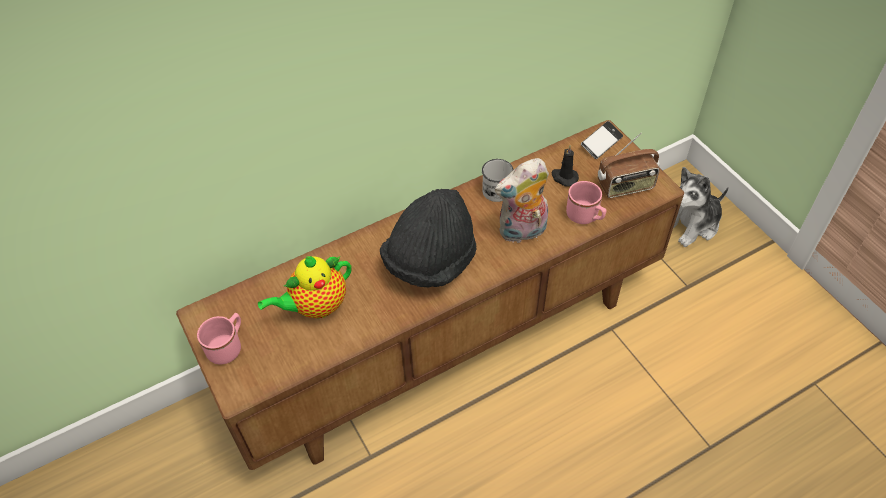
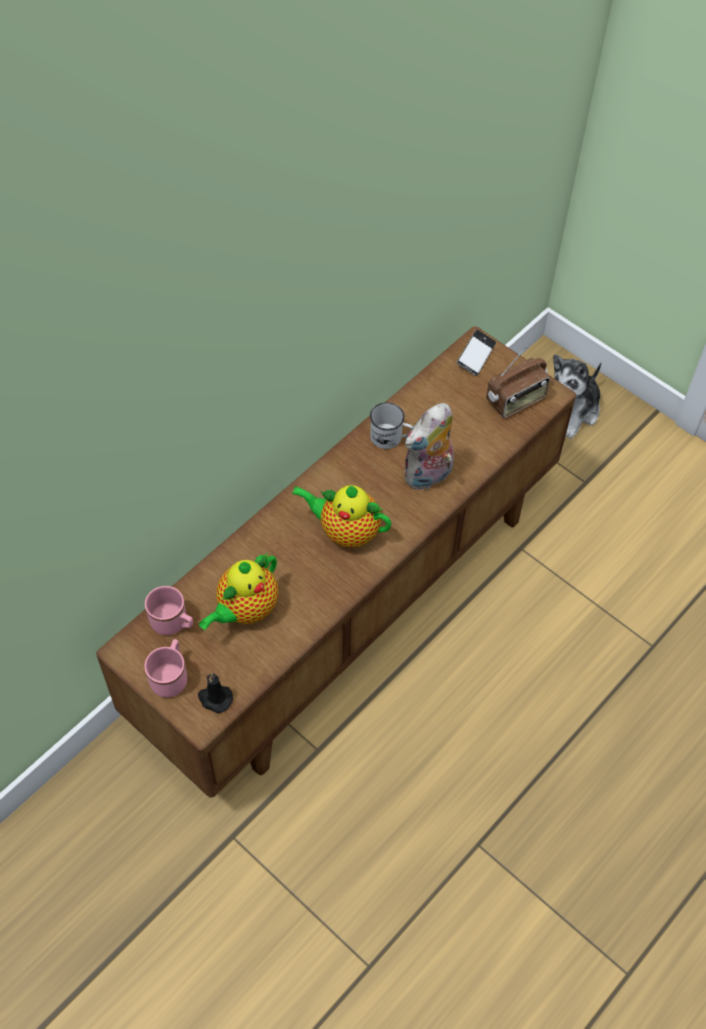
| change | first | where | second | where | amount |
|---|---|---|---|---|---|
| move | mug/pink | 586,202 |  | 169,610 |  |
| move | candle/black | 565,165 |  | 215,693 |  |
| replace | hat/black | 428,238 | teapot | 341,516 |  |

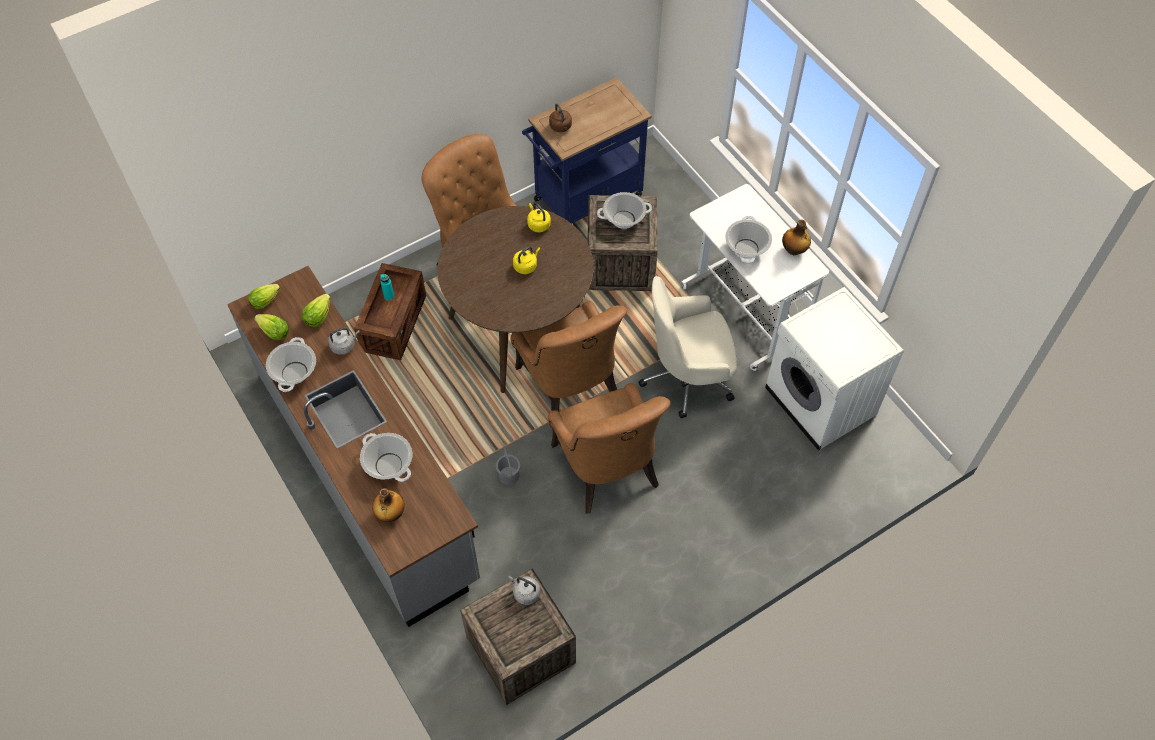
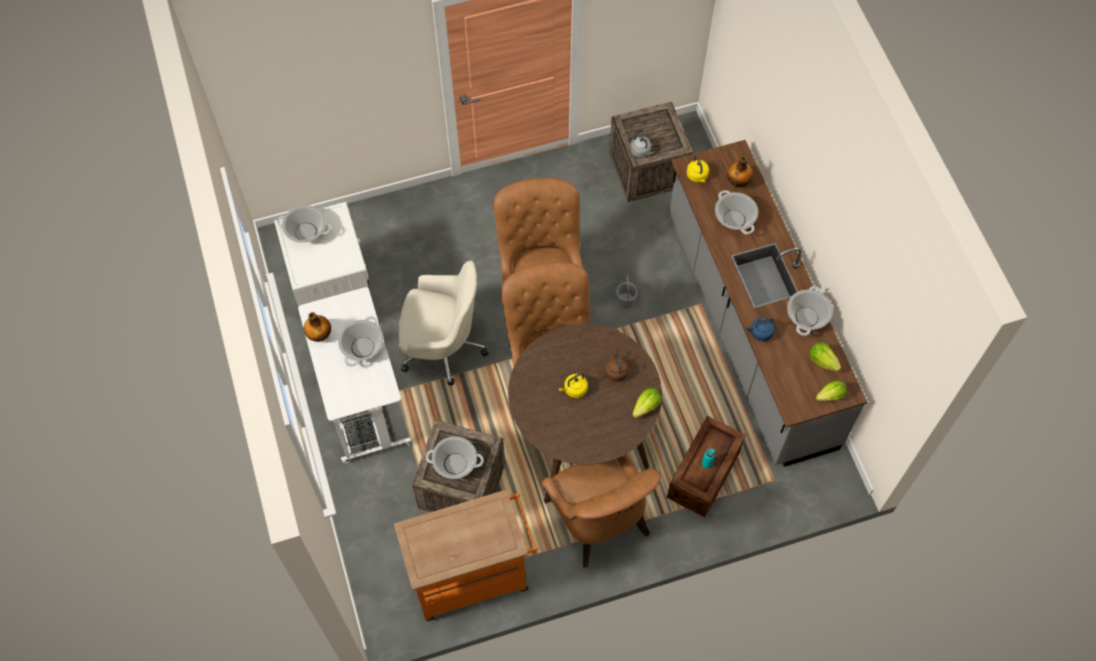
| change | first | where | second | where | amount |
|---|---|---|---|---|---|
| insert |  |  | cooking pot | 304,224 |  |
| recolor | cart/blue | 587,150 | cart/orange | 466,555 |  |
| move | kettle/brown | 560,117 |  | 616,366 |  |
| move | lettuce | 316,310 |  | 646,403 |  |
| move | kettle/yellow | 539,217 |  | 698,169 |  |
| recolor | kettle/grey | 344,341 | kettle/blue | 760,329 |  |

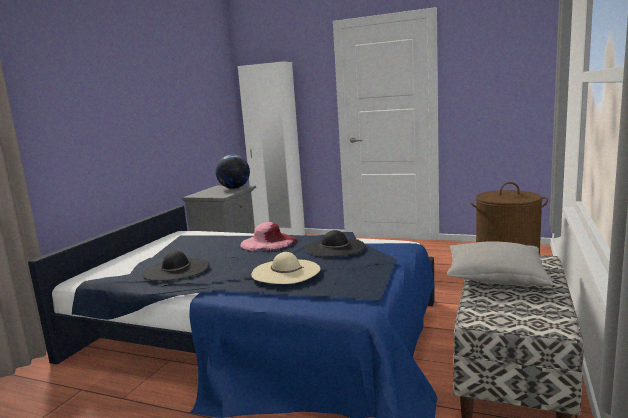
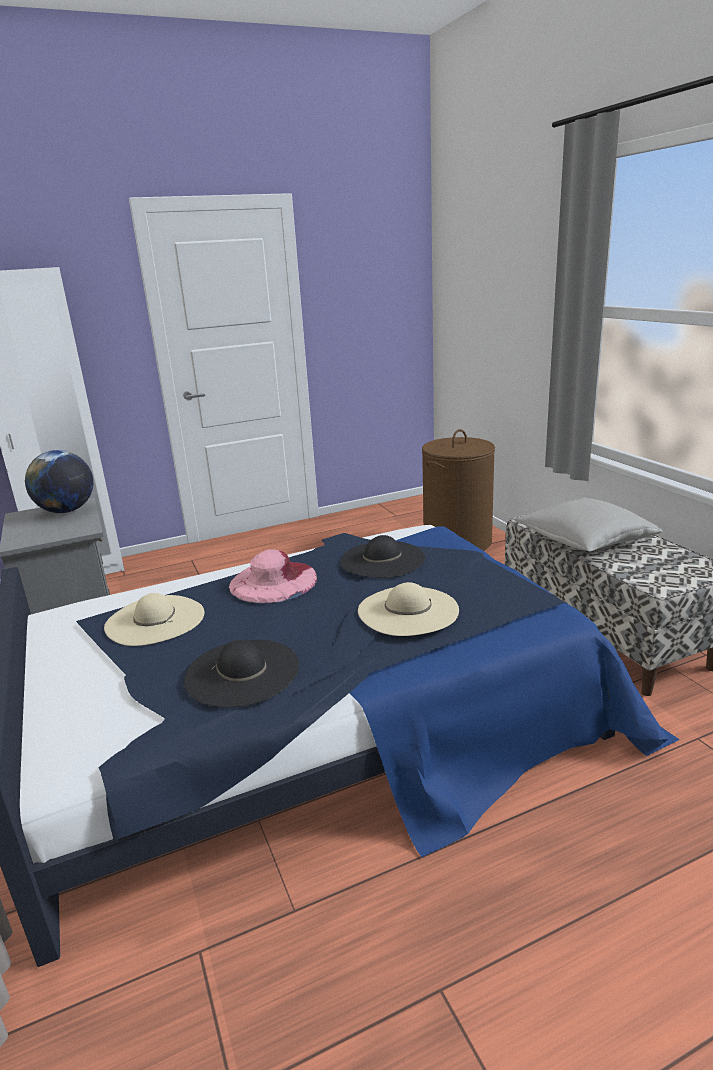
| change | first | where | second | where | amount |
|---|---|---|---|---|---|
| insert |  |  | hat/beige | 154,619 |  |

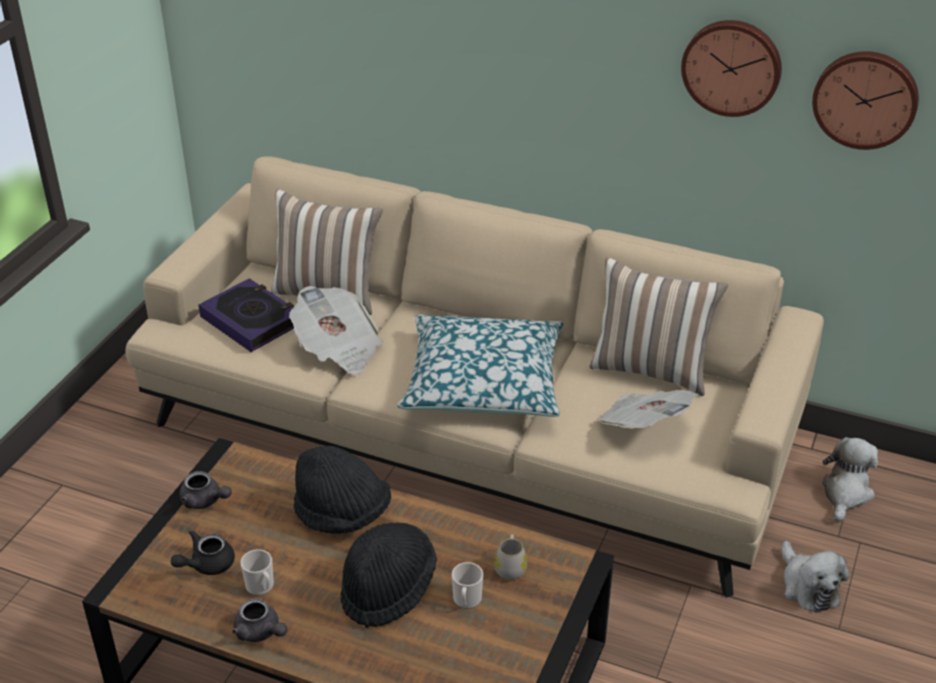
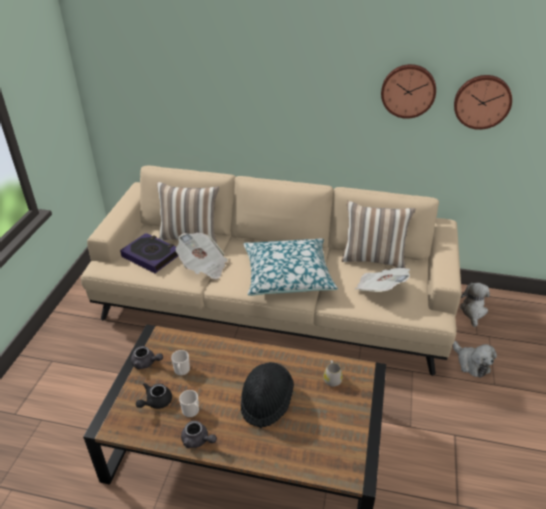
| change | first | where | second | where | amount |
|---|---|---|---|---|---|
| move | mug | 467,585 |  | 180,363 |  |
| delete | hat/black | 342,489 |  |  |  |

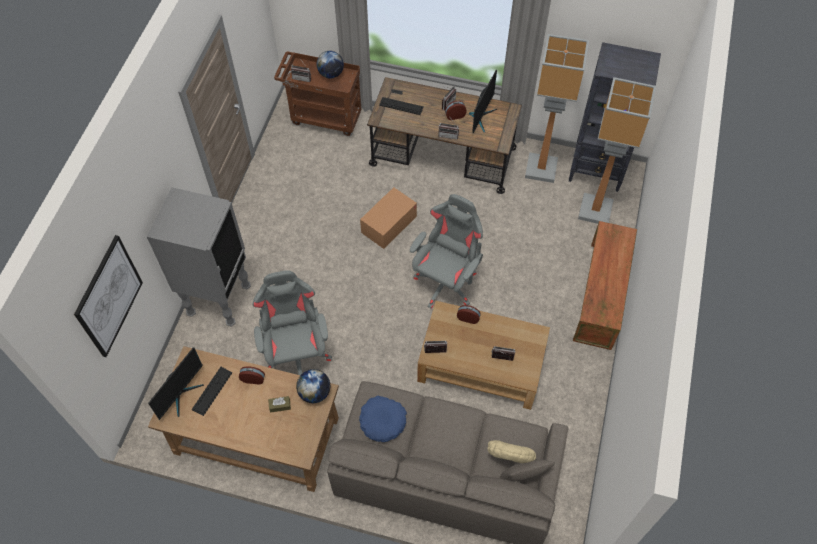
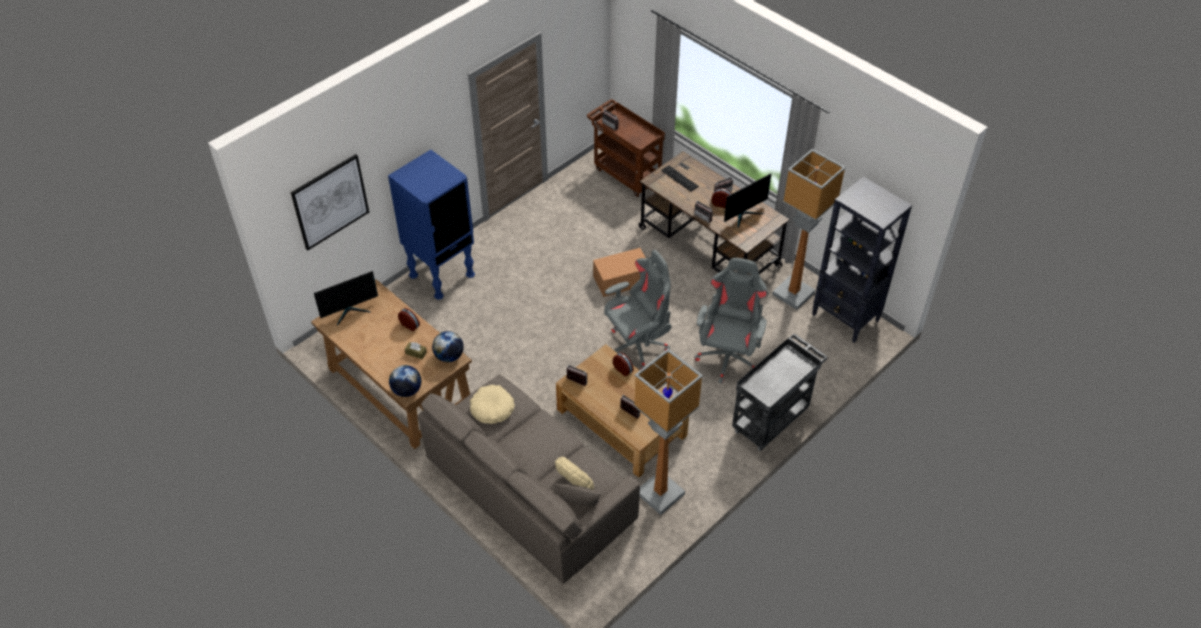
| change | first | where | second | where | amount |
|---|---|---|---|---|---|
| recolor | cabinet/grey | 199,257 | cabinet/blue | 431,225 |  |
| move | globe | 330,64 |  | 405,381 |  |
| recolor | pillow/blue | 383,419 | pillow/beige | 492,404 |  |
| move | floor lamp | 617,150 |  | 668,432 |  |
| move | office chair/grey | 292,322 |  | 731,321 |  |
| replace | bench/brown | 605,285 | cart/black | 779,392 |  |
| delete | keyboard | 212,391 |  |  |  |

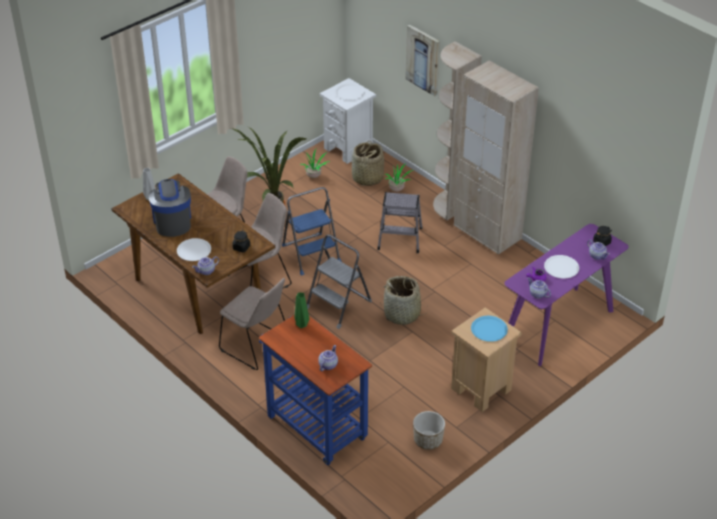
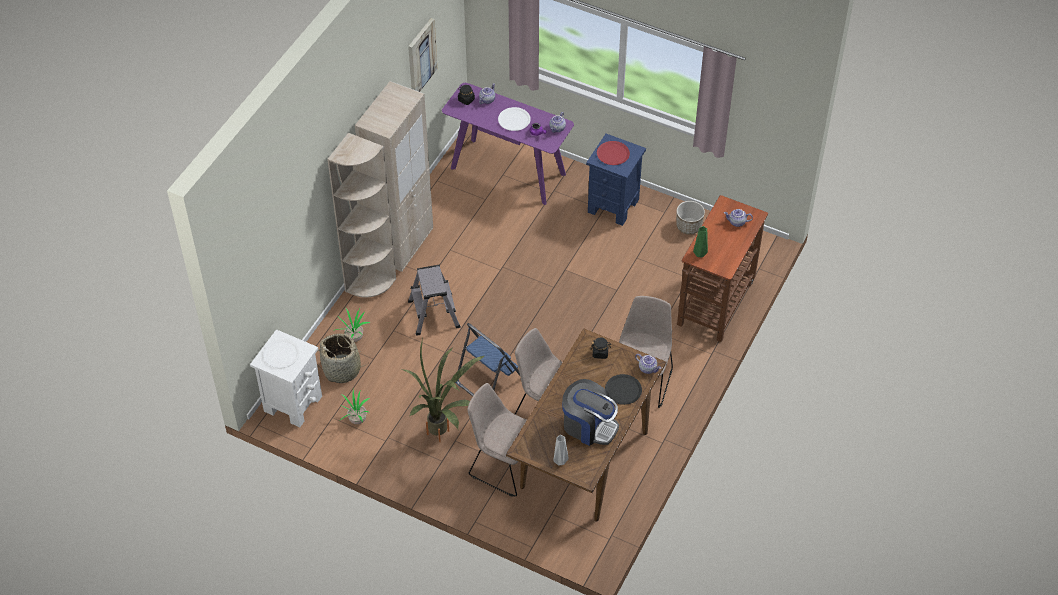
| change | first | where | second | where | amount |
|---|---|---|---|---|---|
| move | picture | 422,60 |  | 422,55 |  |
| rotate | coffee machine | 170,208 |  | 590,412 | 120 degrees counterclockwise |
| recolor | nightstand/beige | 486,359 | nightstand/blue | 616,180 |  |
| recolor | plate/blue | 489,329 | plate/red | 613,153 |  |
| recolor | plate/white | 194,249 | plate/black | 623,389 |  |
| recolor | cart/blue | 315,390 | cart/brown | 722,268 |  |
| delete | step ladder/grey | 339,281 |  |  |  |
| delete | basket | 404,300 |  |  |  |

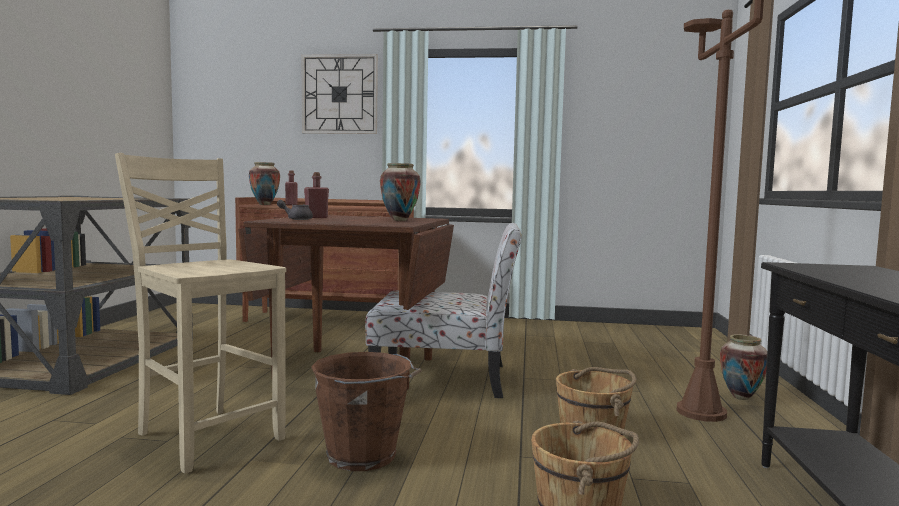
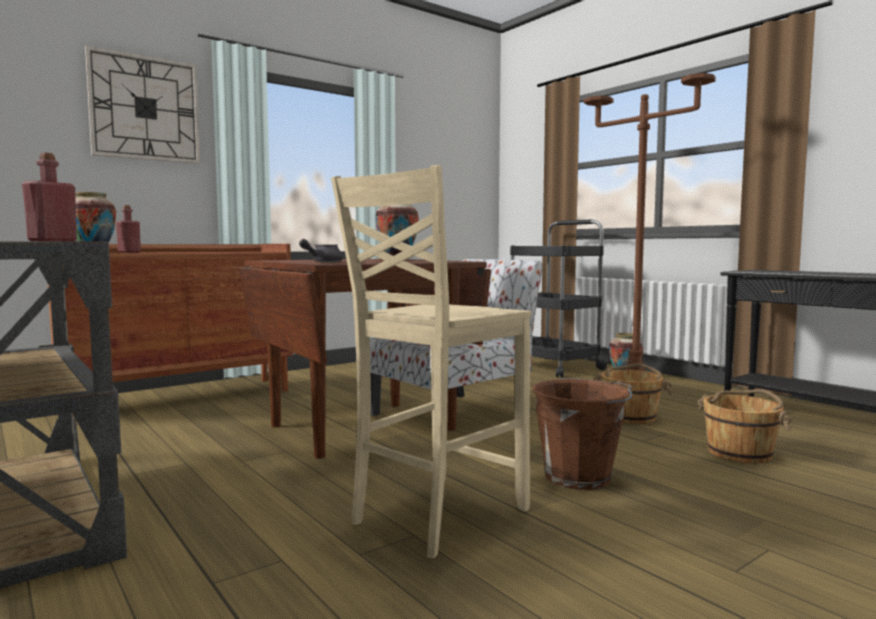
| change | first | where | second | where | amount |
|---|---|---|---|---|---|
| move | bottle/red | 316,195 |  | 49,197 |  |
| rotate | chair/beige | 200,313 |  | 431,362 | 45 degrees counterclockwise |
| insert |  |  | cart/black | 558,298 |  |

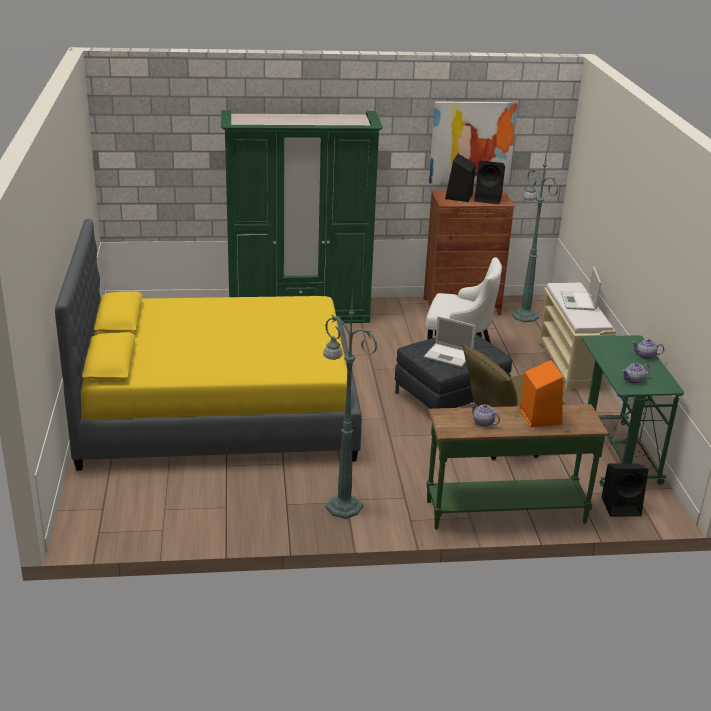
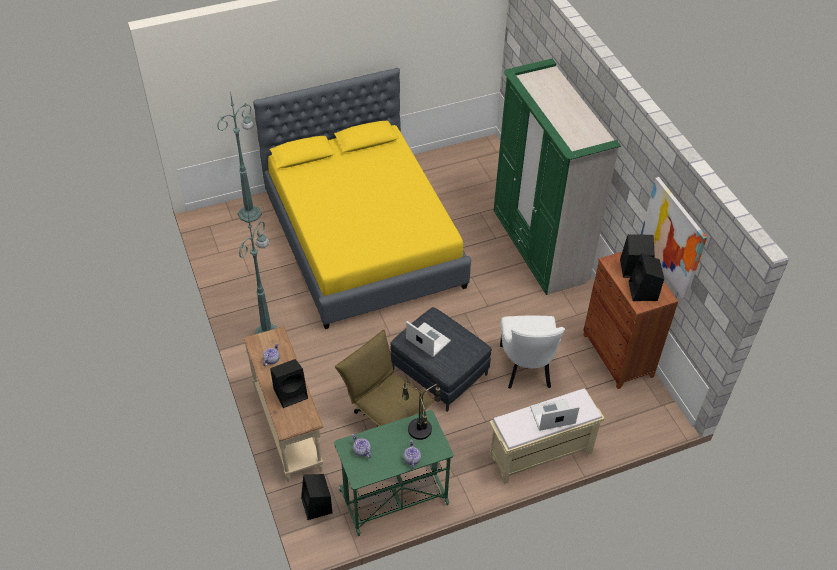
| change | first | where | second | where | amount |
|---|---|---|---|---|---|
| move | floor lamp/green | 535,236 |  | 239,157 |  |
| recolor | console table/green | 518,467 | console table/beige | 283,404 |  |
| recolor | speaker/orange | 541,393 | speaker/black | 289,383 |  |
| insert |  |  | table lamp | 421,411 |  |
| rotate | laptop | 450,341 |  | 428,339 | 120 degrees clockwise |

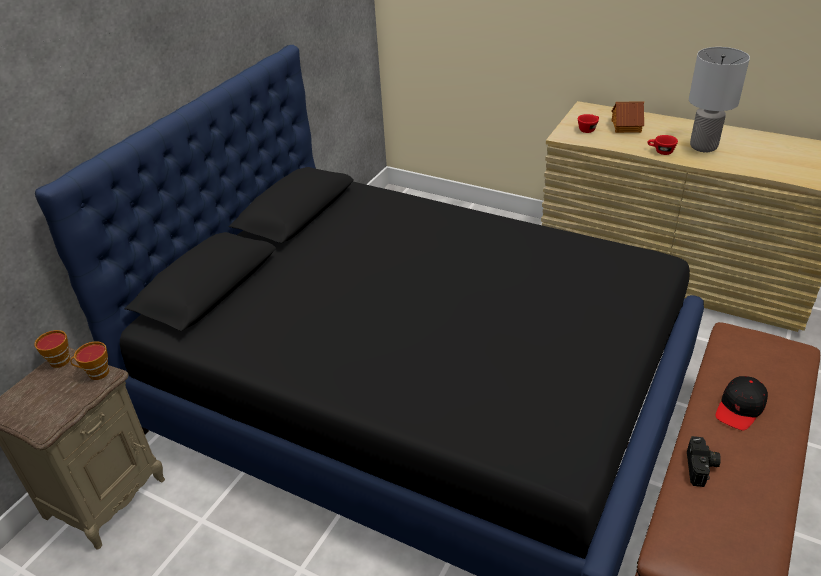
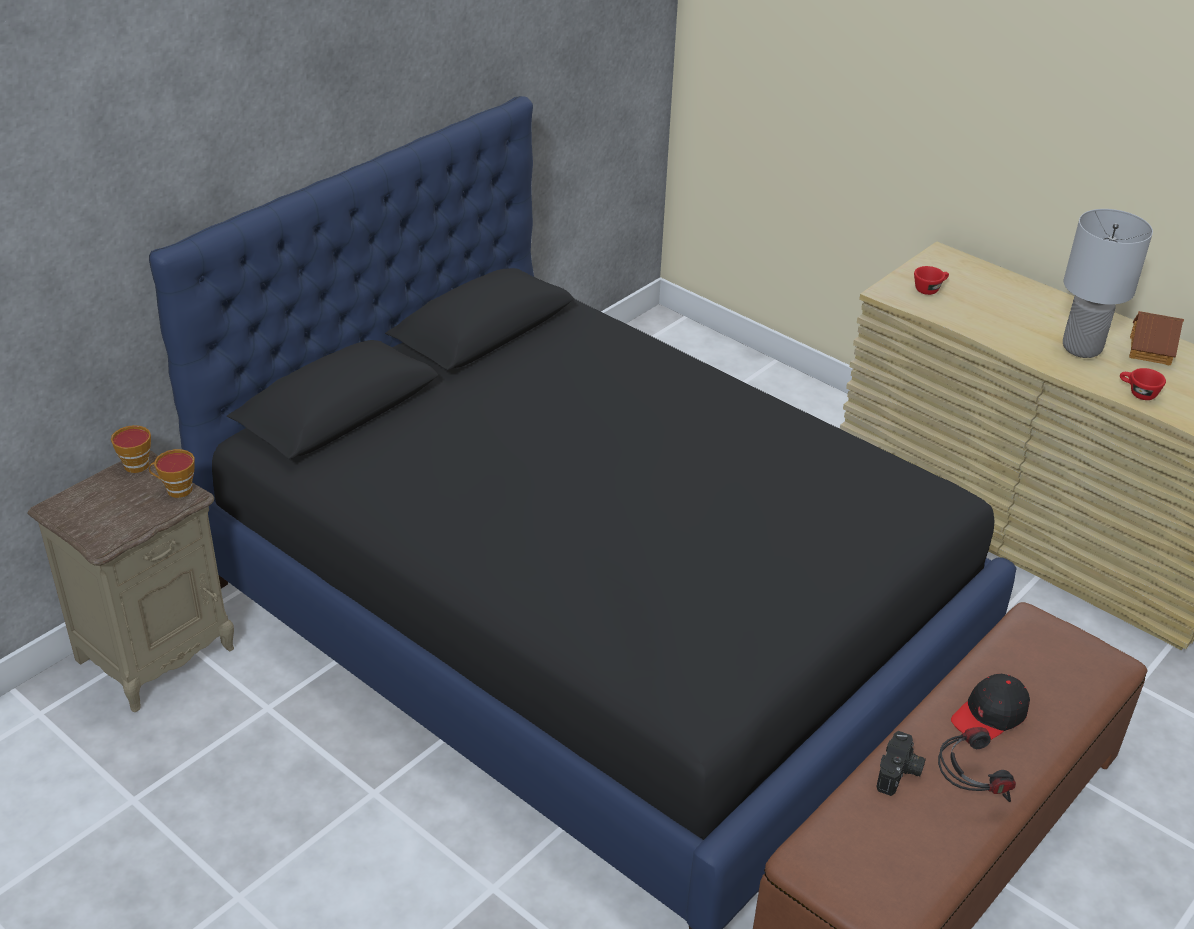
| change | first | where | second | where | amount |
|---|---|---|---|---|---|
| insert |  |  | headphones | 977,764 |  |
| move | cup/red | 662,145 |  | 1143,384 |  |
| move | toy house | 627,117 |  | 1156,338 |  |

